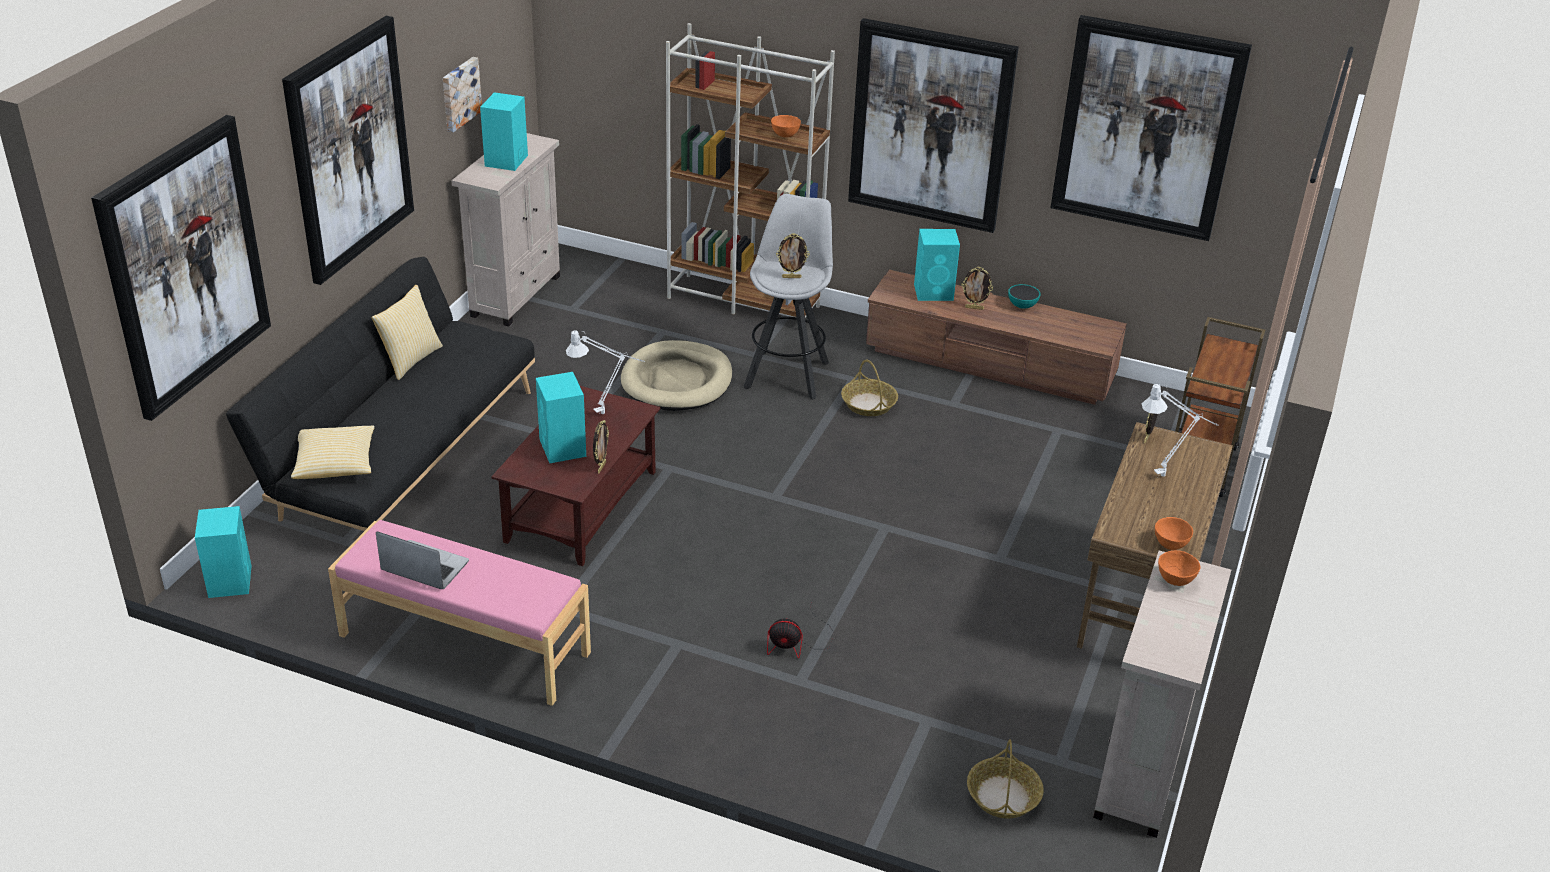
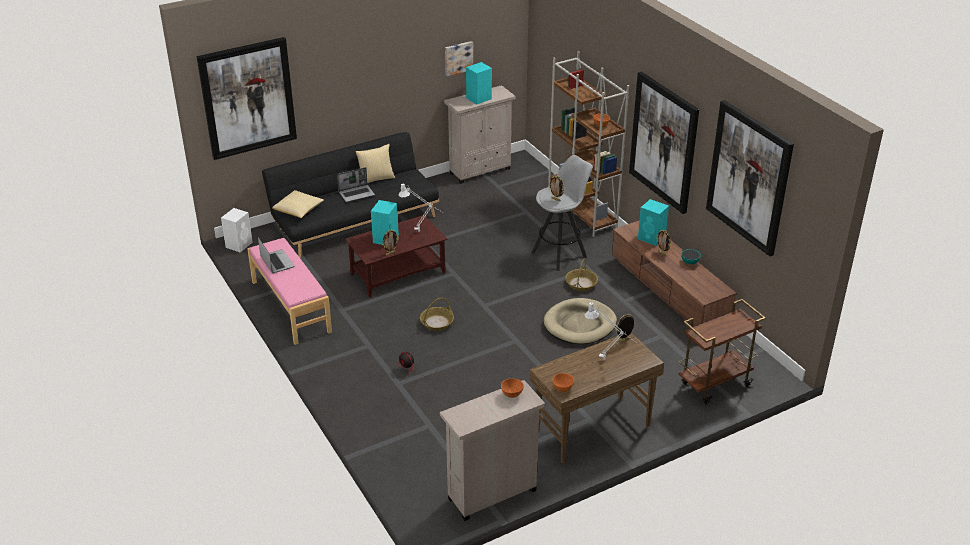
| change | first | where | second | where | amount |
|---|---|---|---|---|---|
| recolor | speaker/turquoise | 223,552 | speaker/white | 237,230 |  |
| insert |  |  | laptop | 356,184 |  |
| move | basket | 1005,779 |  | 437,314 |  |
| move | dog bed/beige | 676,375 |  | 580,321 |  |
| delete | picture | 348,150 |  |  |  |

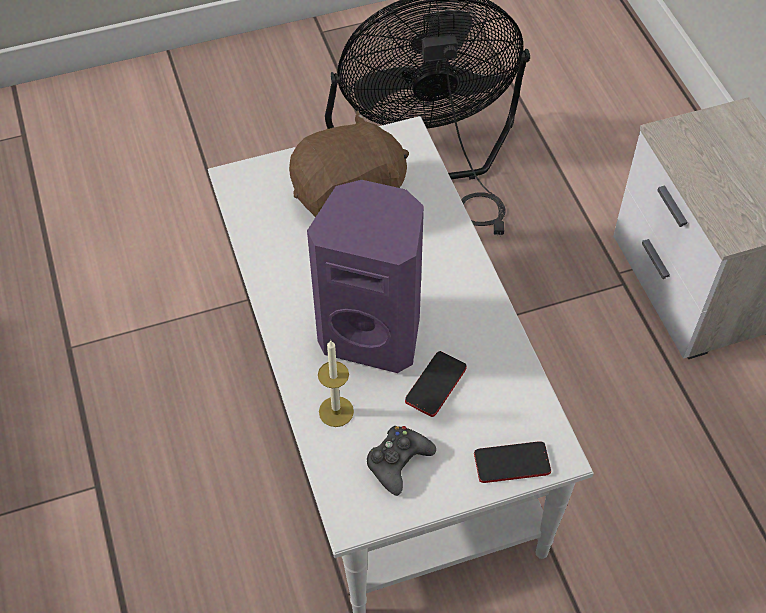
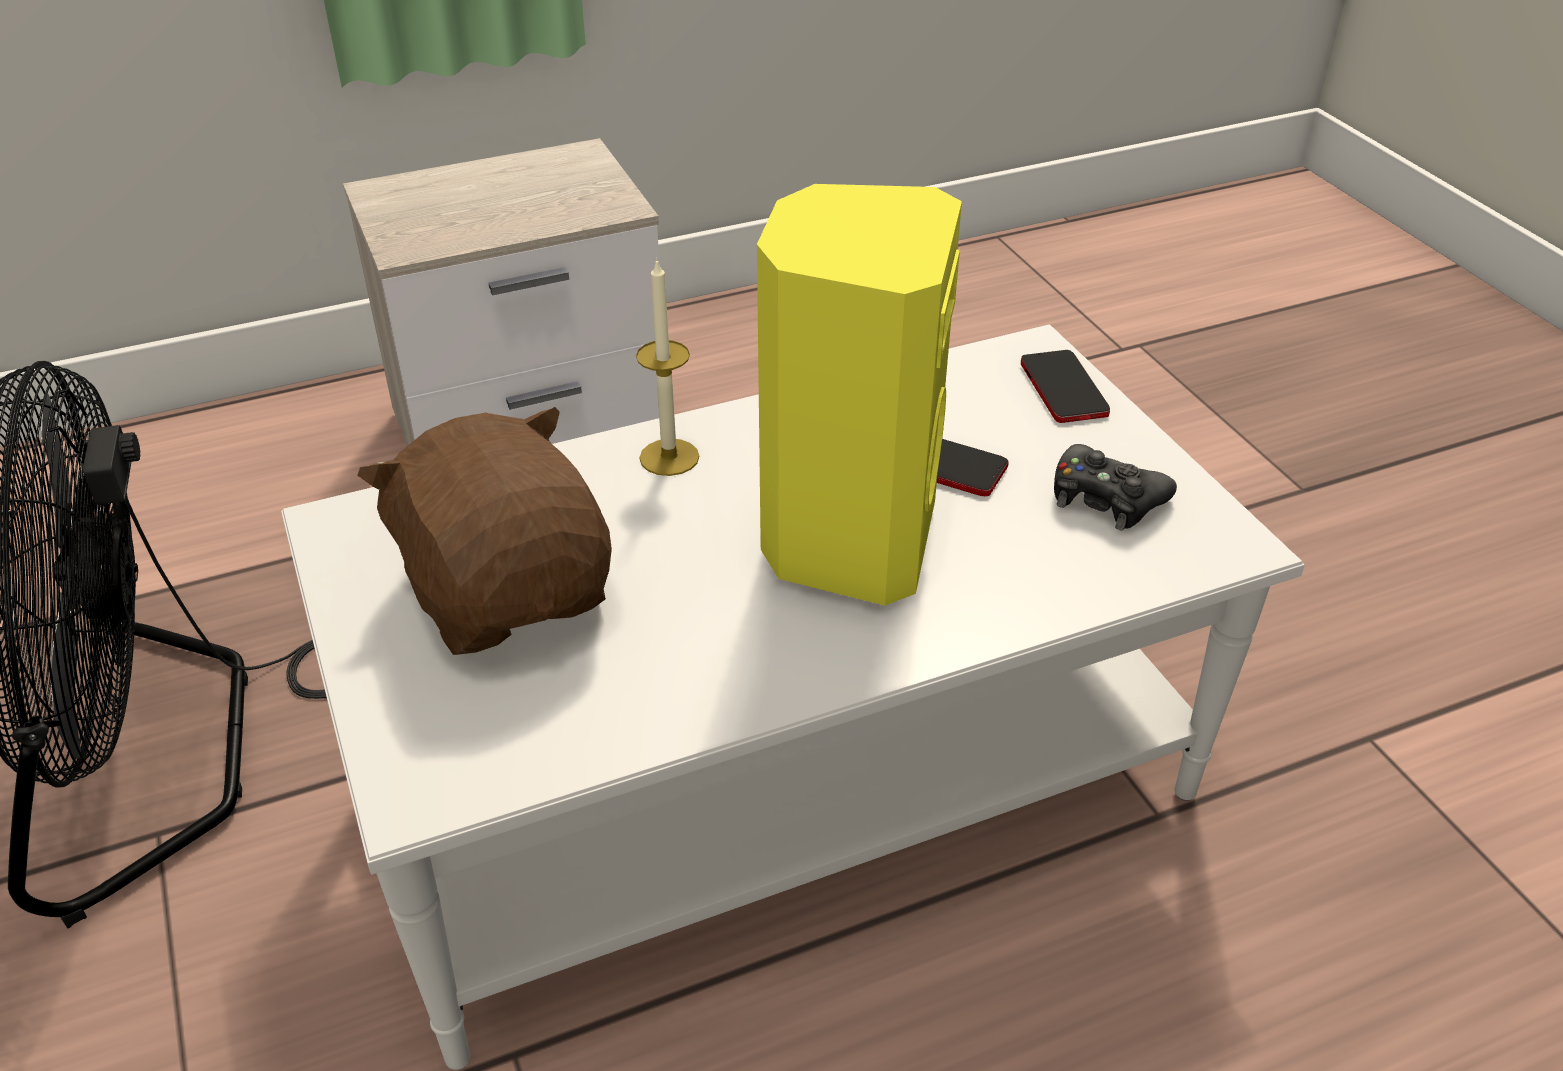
| change | first | where | second | where | amount |
|---|---|---|---|---|---|
| move | candle | 336,383 |  | 667,367 |  |
| recolor | speaker/purple | 365,276 | speaker/yellow | 859,395 |  |

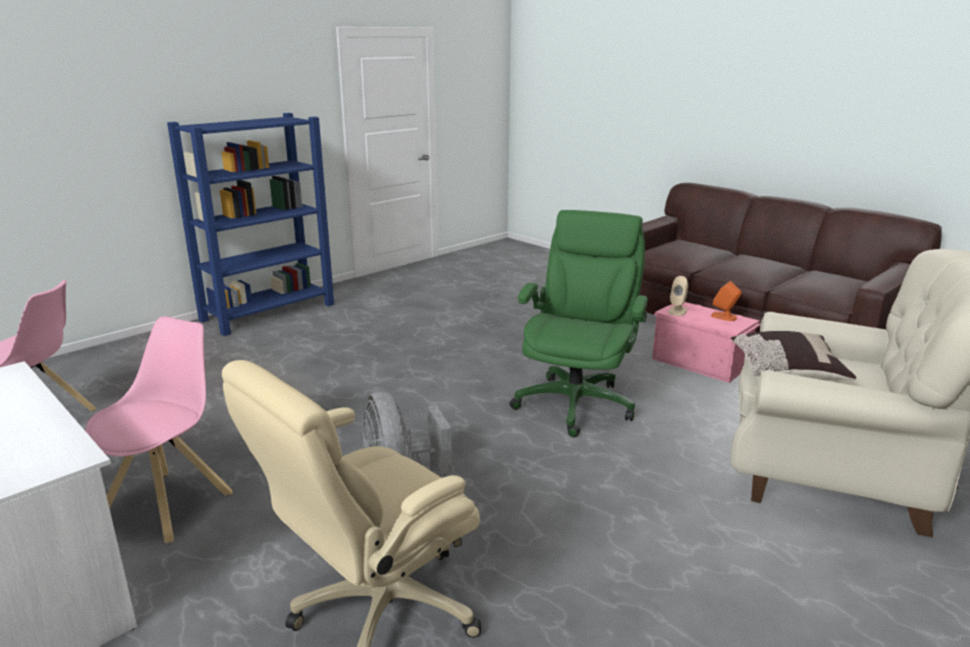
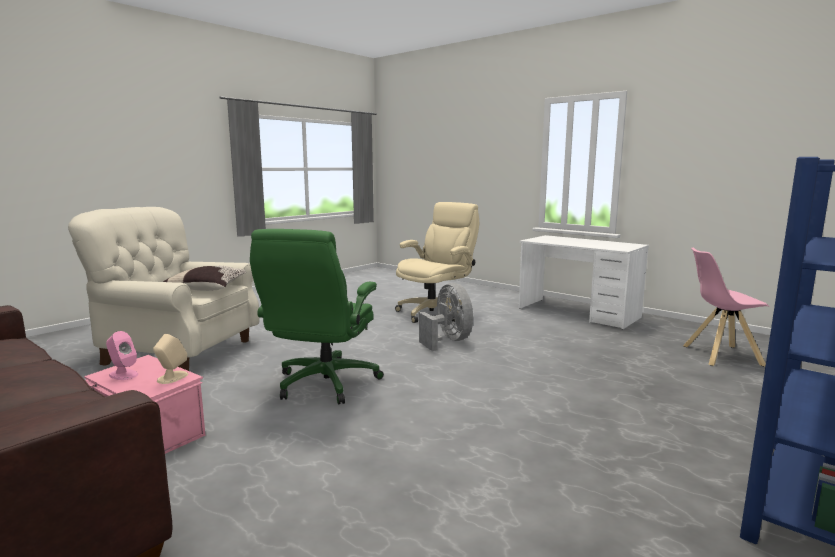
| change | first | where | second | where | amount |
|---|---|---|---|---|---|
| recolor | speaker/orange | 726,301 | speaker/pink | 122,355 |  |
| delete | chair/pink | 159,429 |  |  |  |

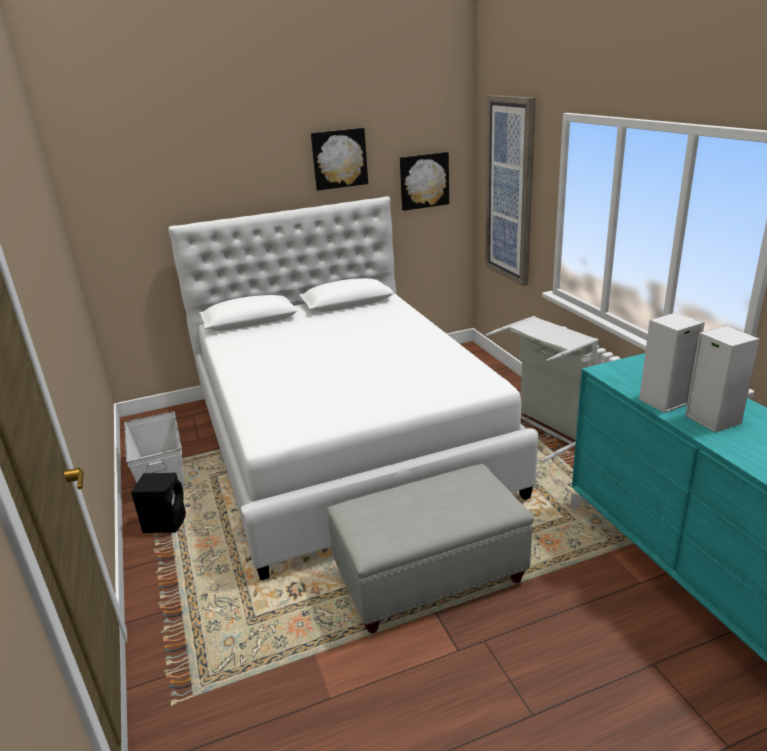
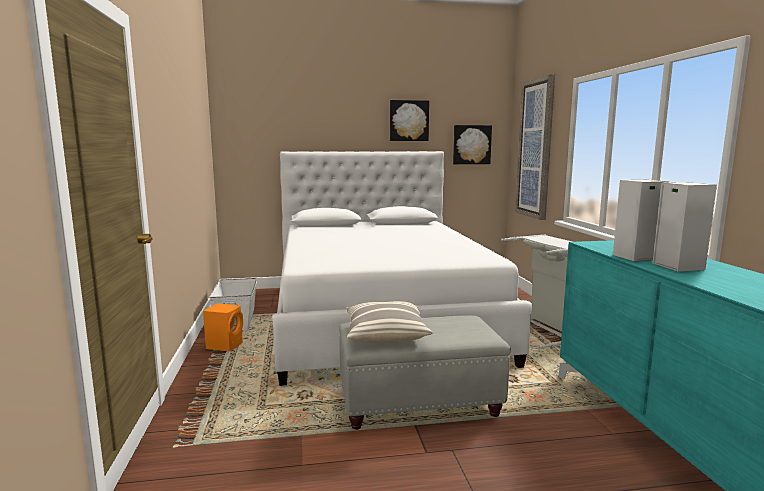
| change | first | where | second | where | amount |
|---|---|---|---|---|---|
| recolor | speaker/black | 158,502 | speaker/orange | 223,327 |  |
| insert |  |  | pillow | 389,322 |  |

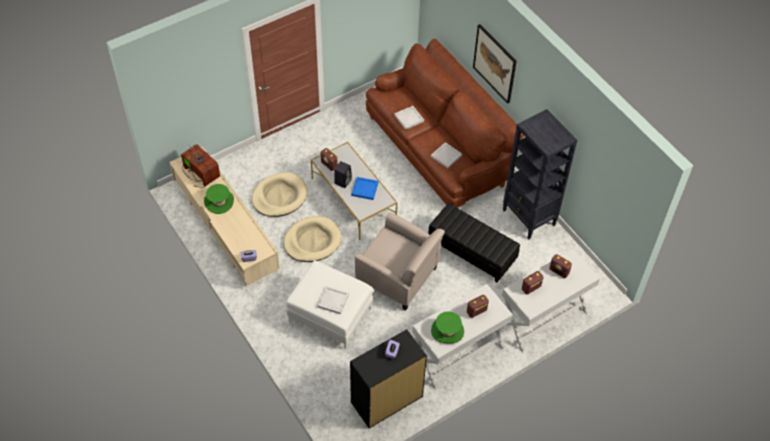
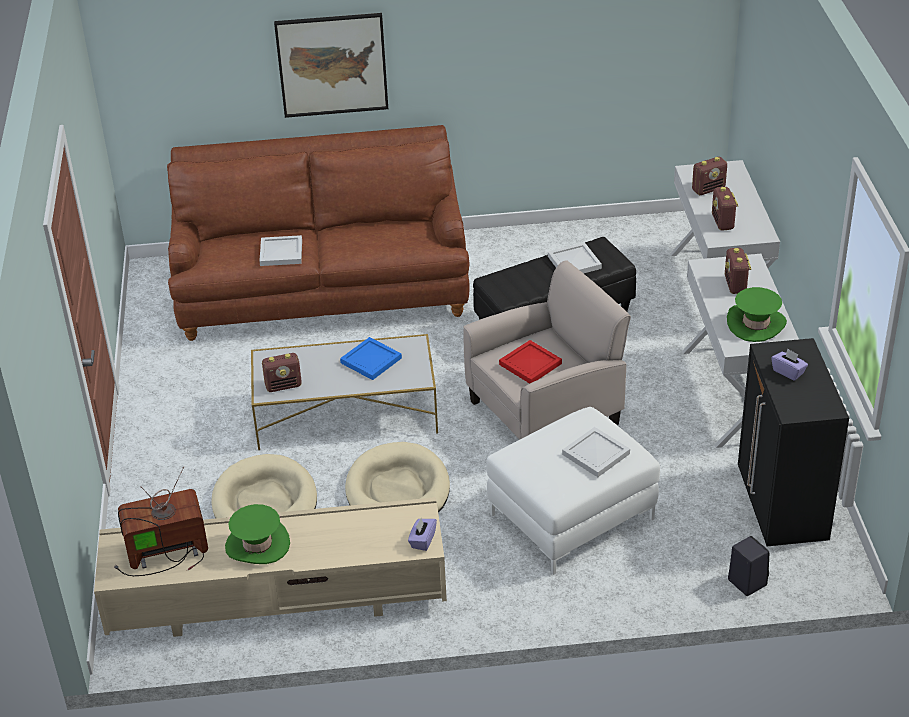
| change | first | where | second | where | amount |
|---|---|---|---|---|---|
| insert |  |  | tray/red | 530,362 |  |
| move | tray/white | 446,155 |  | 575,258 |  |
| move | speaker/black | 343,174 |  | 748,566 |  |
| delete | bookcase/black | 540,174 |  |  |  |

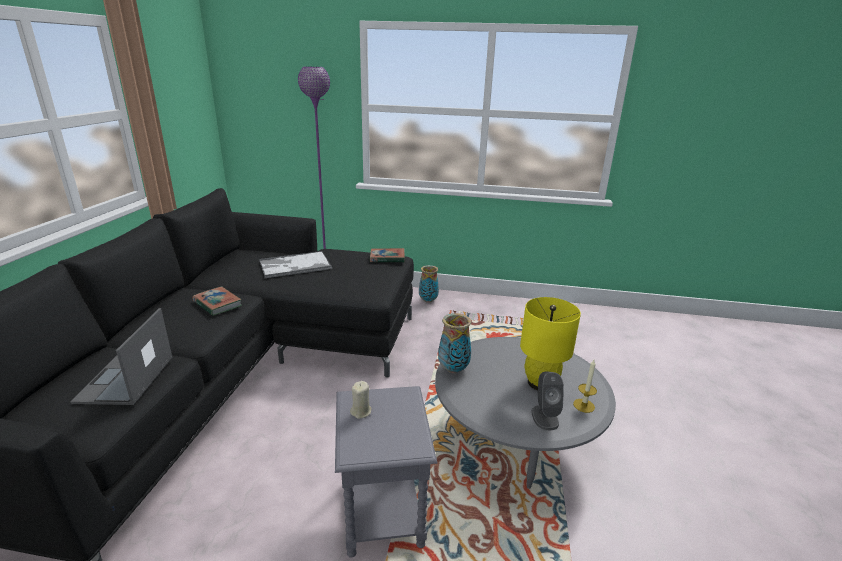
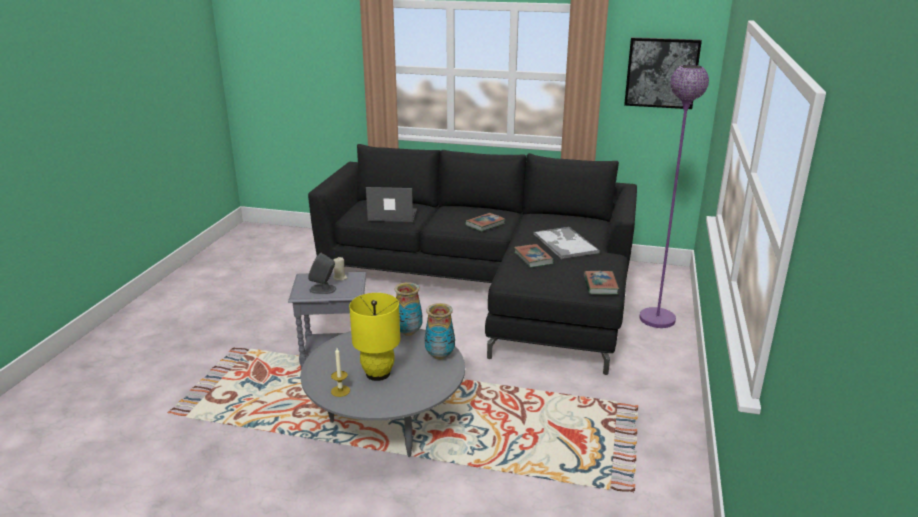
| change | first | where | second | where | amount |
|---|---|---|---|---|---|
| move | speaker/grey | 547,400 |  | 322,273 |  |
| move | vase | 429,284 |  | 440,331 |  |
| insert |  |  | book | 534,256 |  |
| insert |  |  | picture | 663,73 |  |

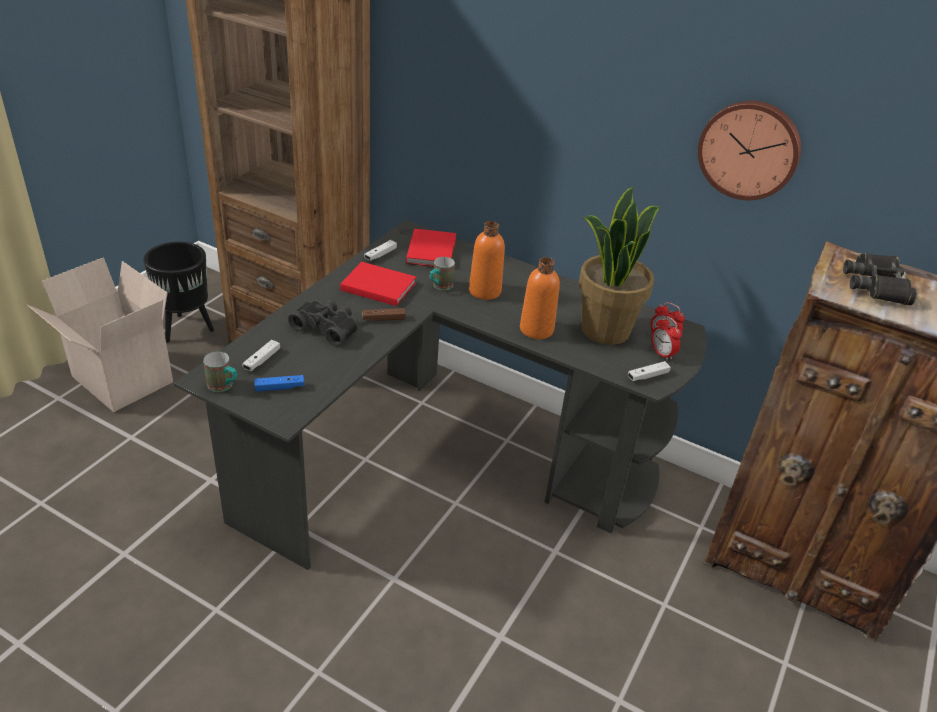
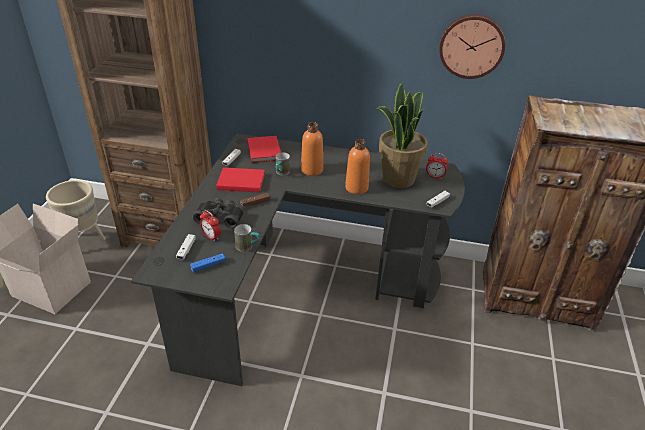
| change | first | where | second | where | amount |
|---|---|---|---|---|---|
| recolor | planter/black | 178,292 | planter/beige | 76,210 |  |
| move | alarm clock | 666,338 |  | 210,226 |  |
| move | mug | 220,371 |  | 246,238 |  |
| delete | binoculars/black | 880,279 |  |  |  |

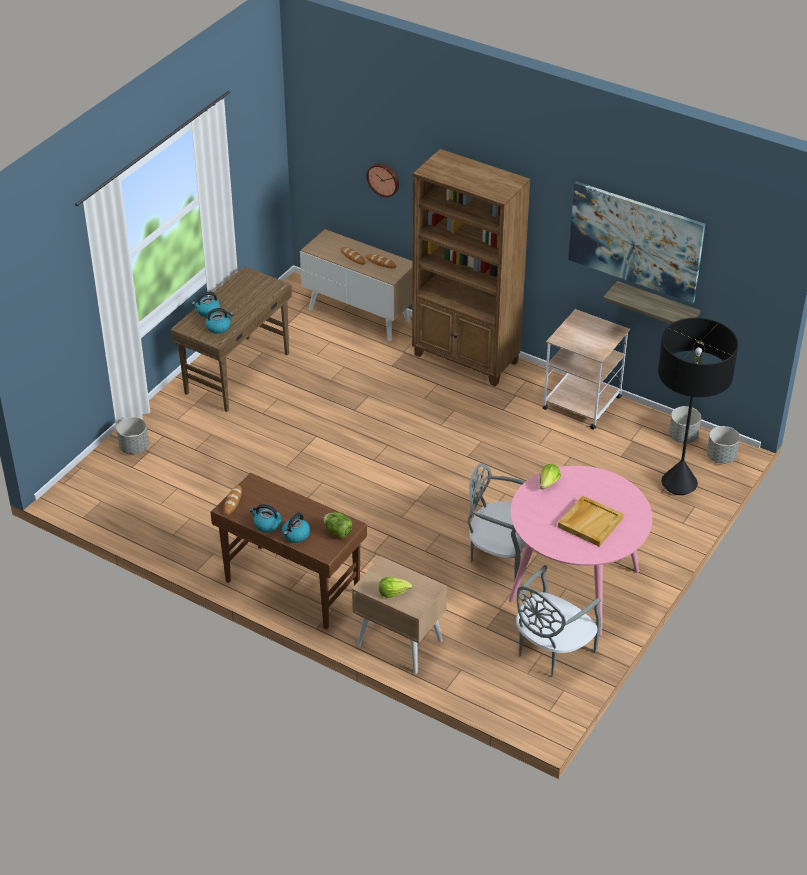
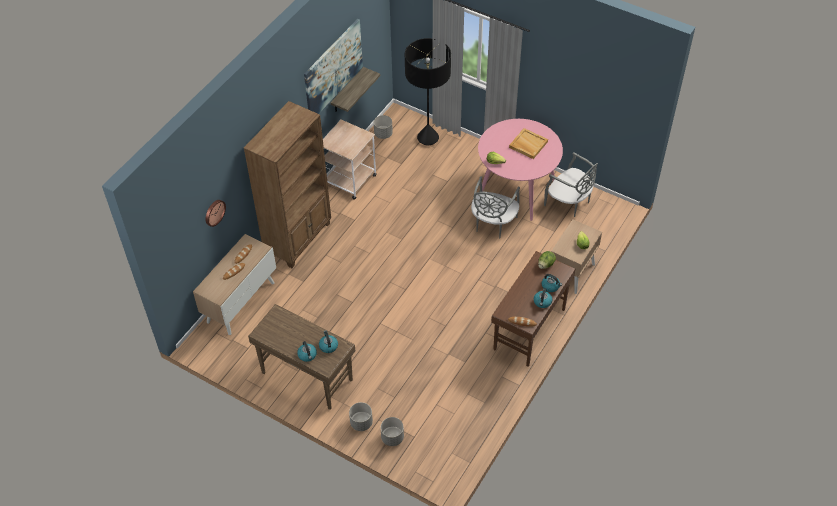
| change | first | where | second | where | amount |
|---|---|---|---|---|---|
| move | planter/grey | 723,445 |  | 361,416 |  |

